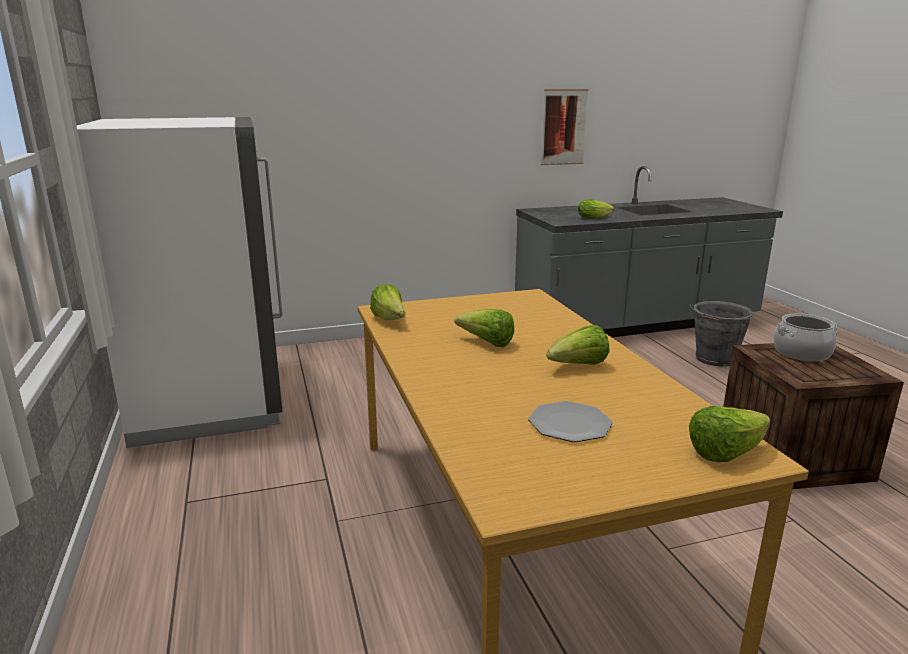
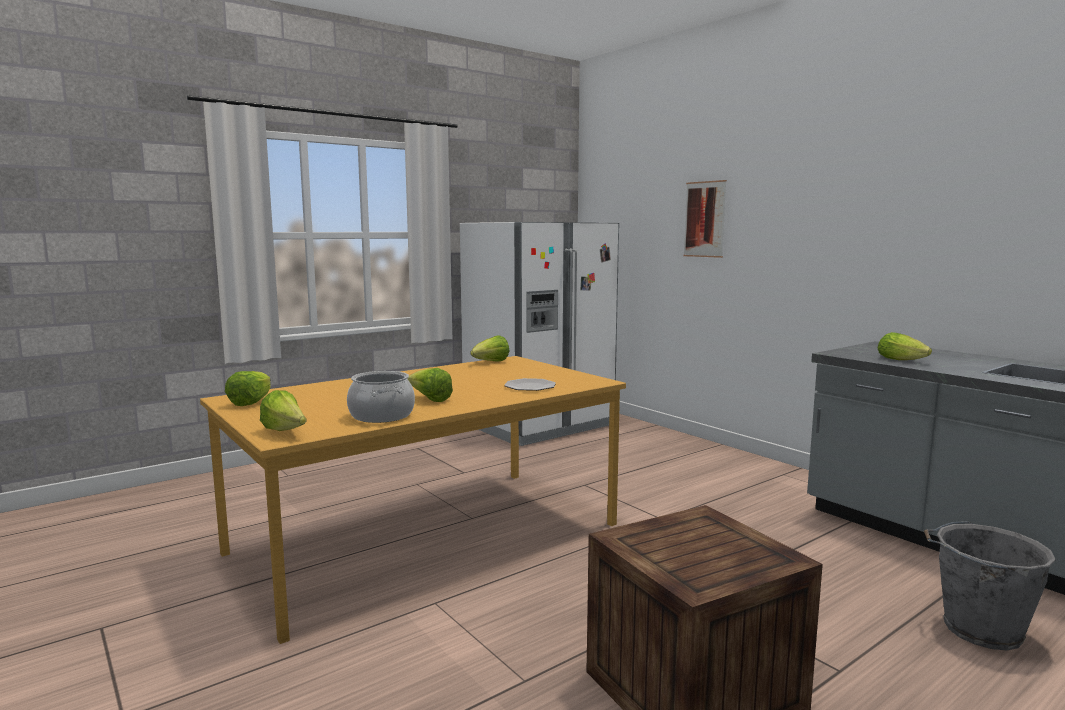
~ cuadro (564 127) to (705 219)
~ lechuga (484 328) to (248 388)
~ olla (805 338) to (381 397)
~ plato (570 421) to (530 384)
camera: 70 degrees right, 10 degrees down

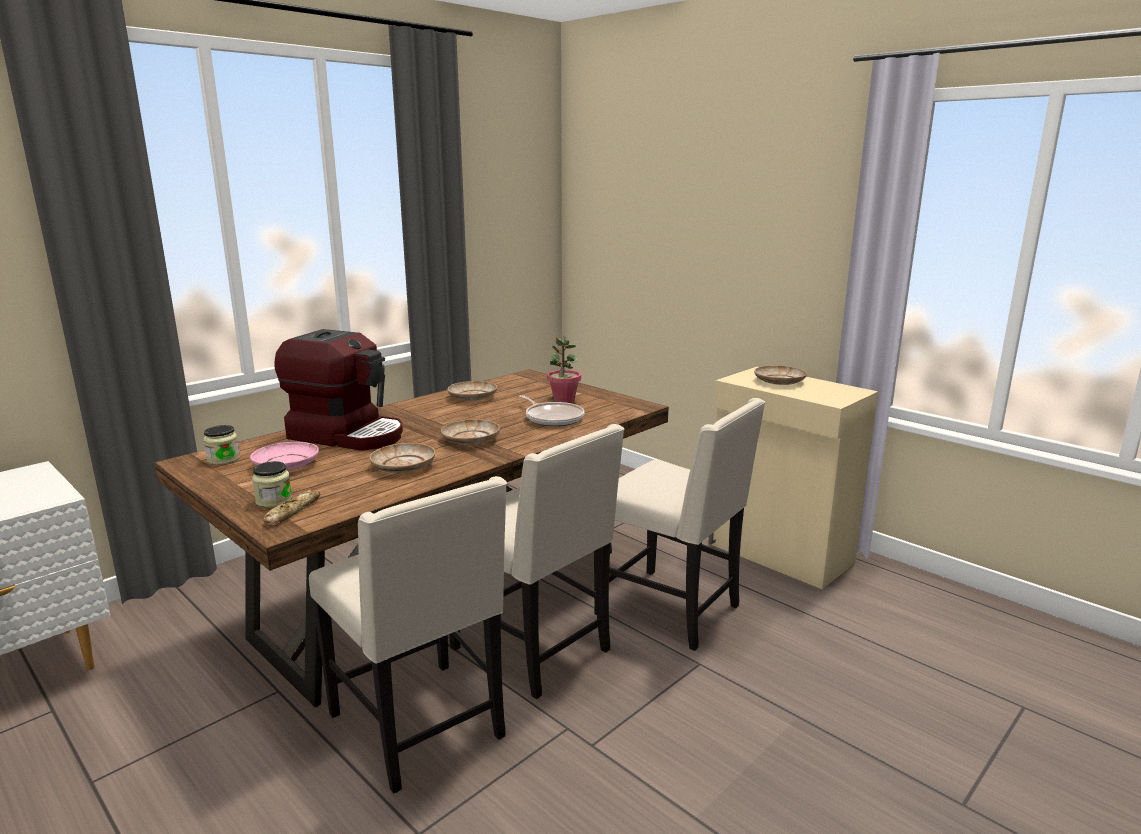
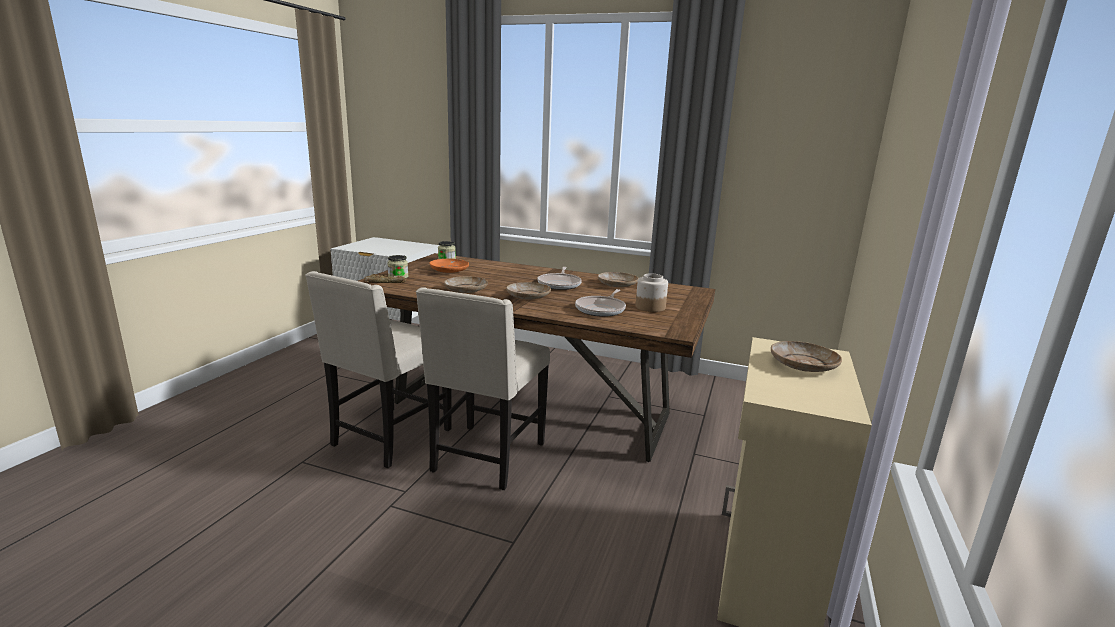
- cafetera (338 390)
~ planta en maceta (564 369) to tarro (652 292)
- silla/beis (680 524)
~ plato/rosa (284 456) to plato/naranja (449 266)
+ sartén (559 278)
camera: 65 degrees right, 0 degrees up

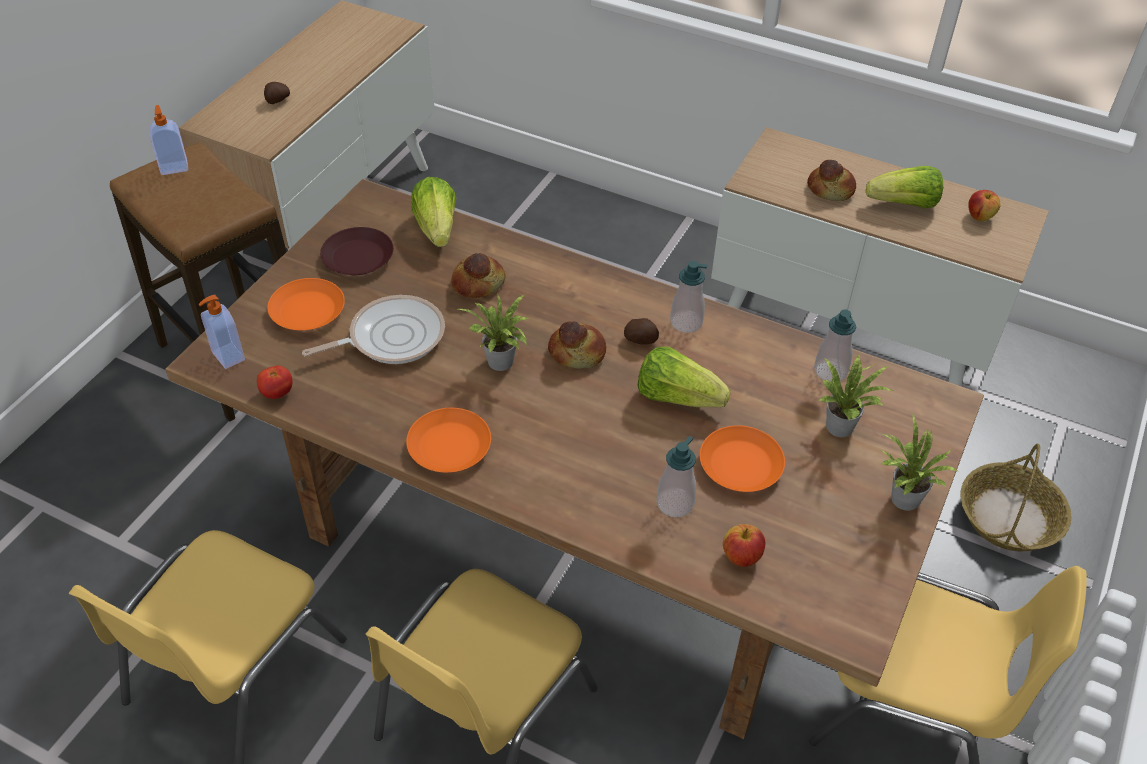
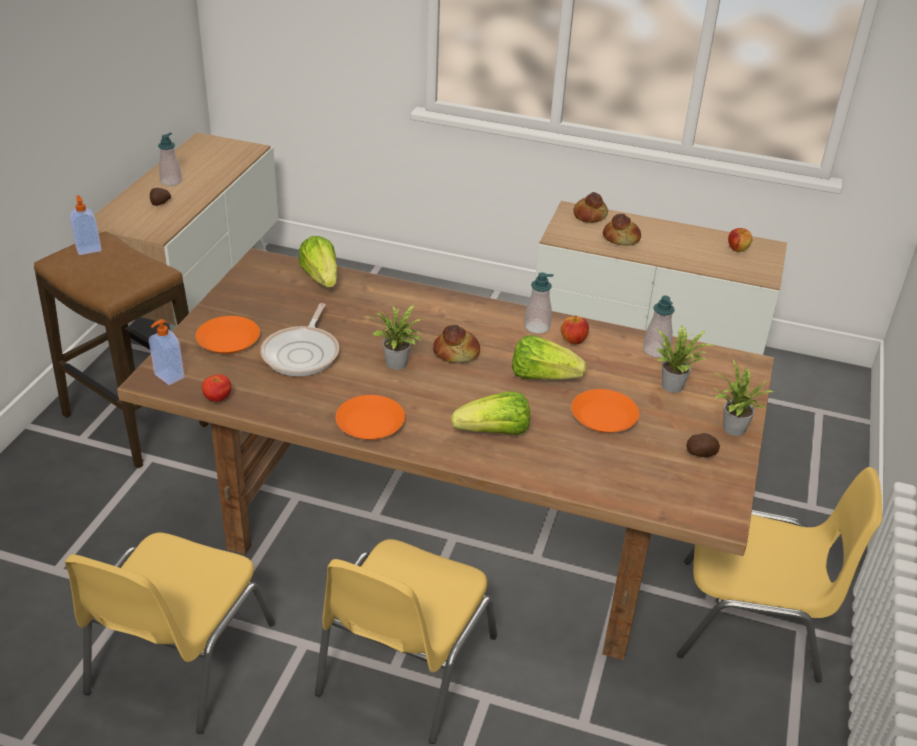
~ lechuga (904 187) to (490 413)
- plato/marrón (357 251)
~ pan (478 275) to (590 207)
~ sartén (373 329) = (299 339) 135 degrees clockwise
~ patata (641 331) to (703 445)
~ dispensador de jabón (676 476) to (170 159)
- cesta (1016 497)
~ manzana (744 545) to (574 330)
camera: 10 degrees left, 10 degrees down

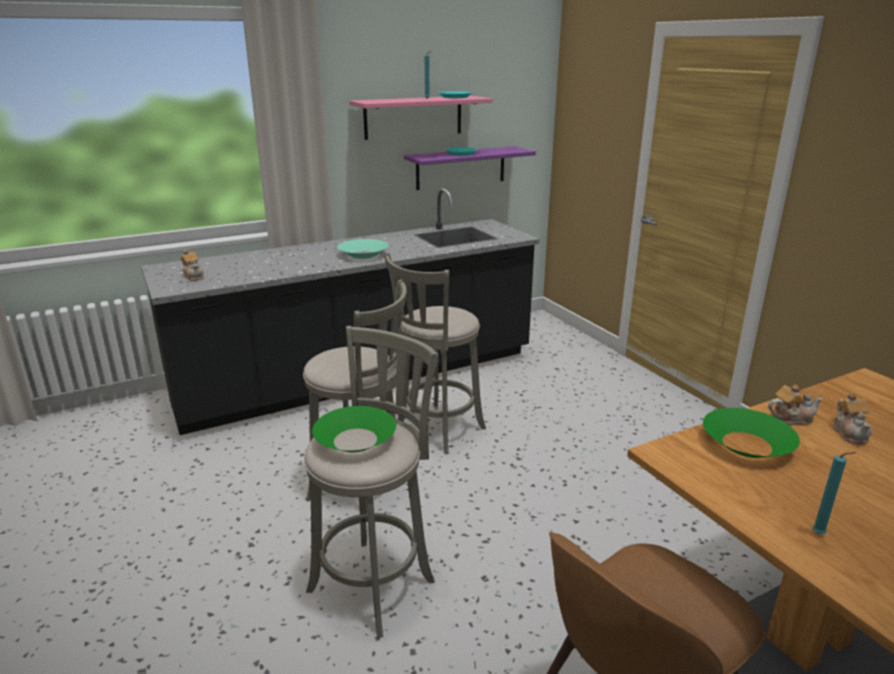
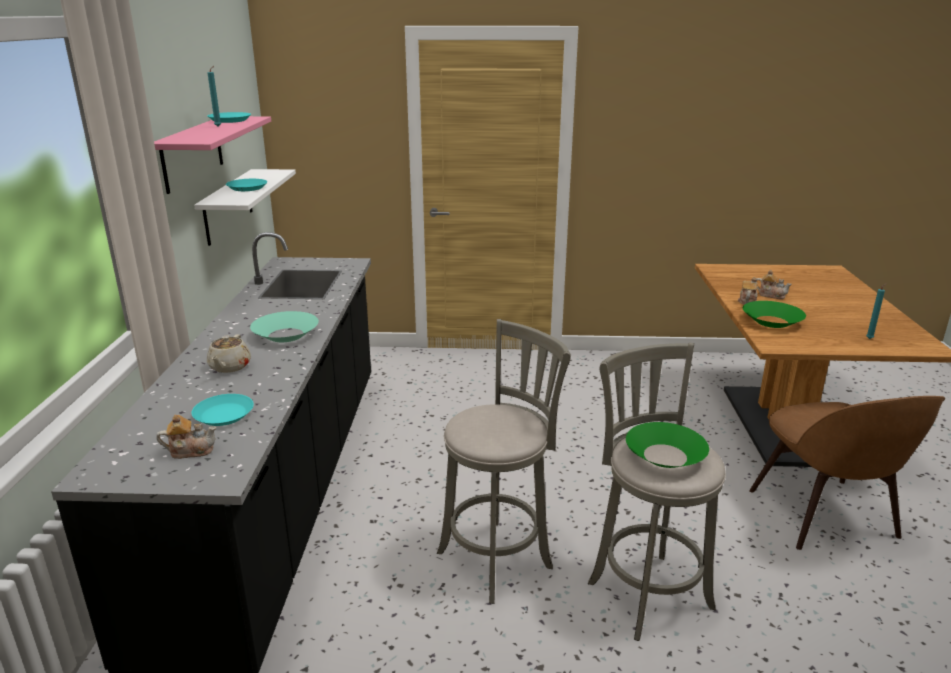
~ estante/morado (470 168) to estante/blanco (245 207)
- taburete/gris (435 353)
+ tetera/beis (229 353)
+ plato/turquesa (222 410)
camera: 60 degrees left, 0 degrees up

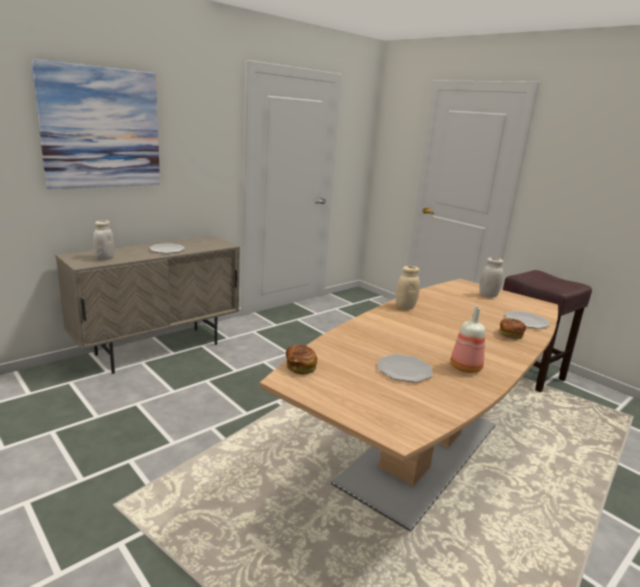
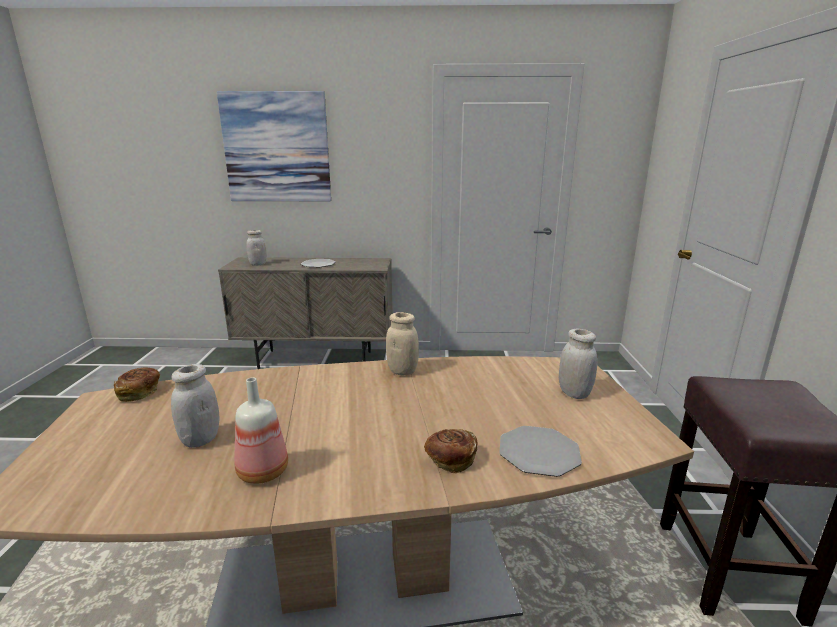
~ plato (405 368) to tarro/blanco (195 406)
camera: 45 degrees right, 0 degrees up

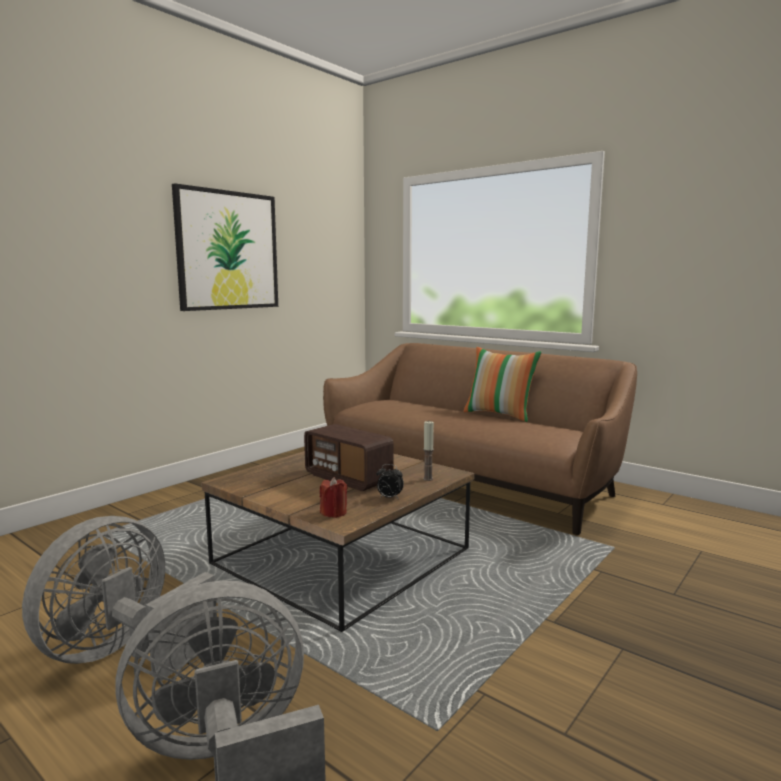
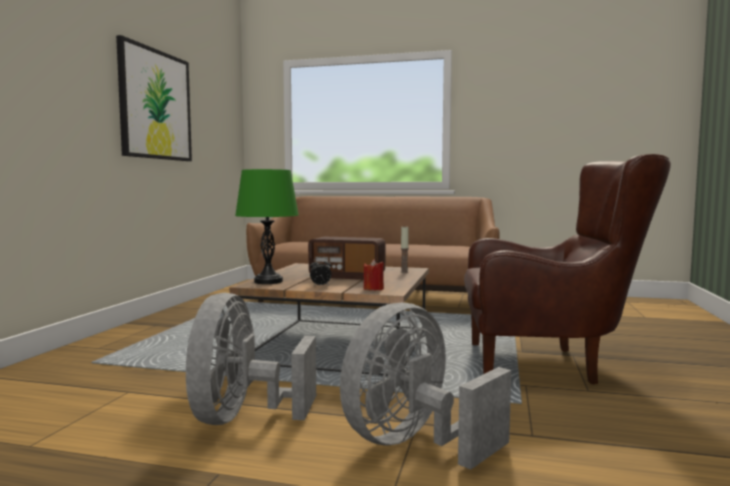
- cojín (502 384)
~ despertador (390 481) to (321 271)
+ sillón/marrón (567 269)
+ lámpara de mesa/verde (266 226)
camera: 25 degrees left, 5 degrees down

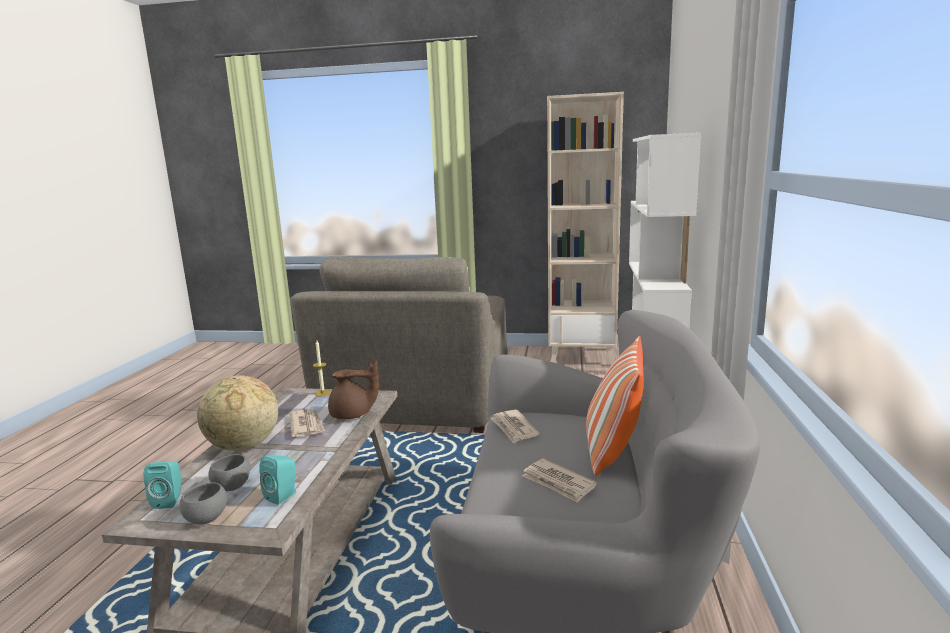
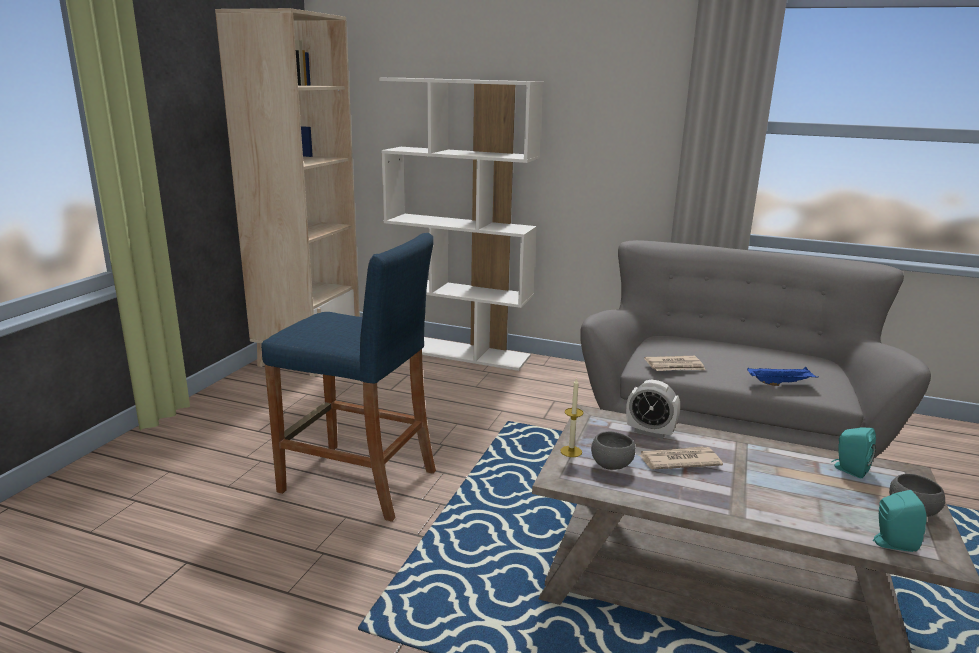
~ sillón/gris (398 344) to taburete/azul (348 377)
- cojín (615 406)
~ tetera/marrón (353 389) to despertador (653 409)
- globo terráqueo (237 413)
~ cuenco/gris (229 472) to (613 450)
- periódico (559 480)
+ bandeja/azul (783 376)
camera: 80 degrees left, 5 degrees up

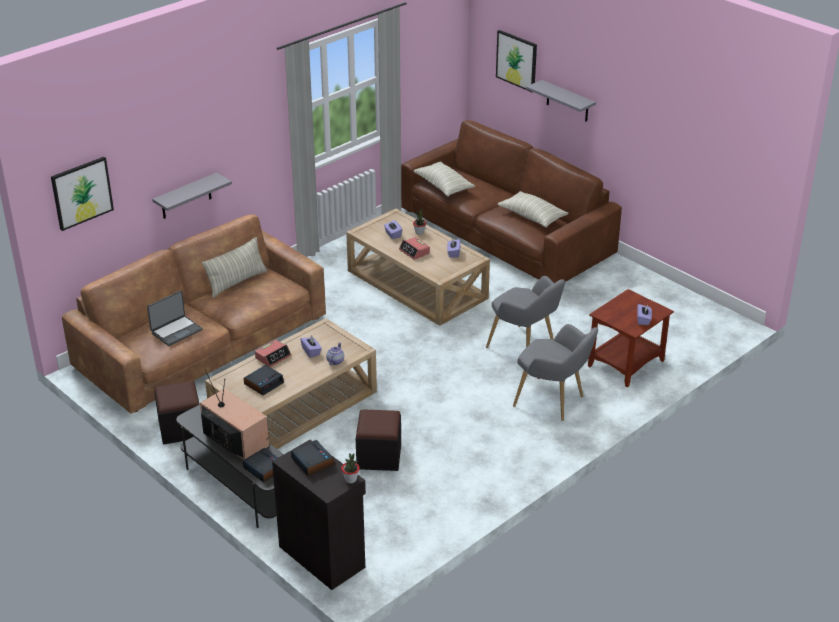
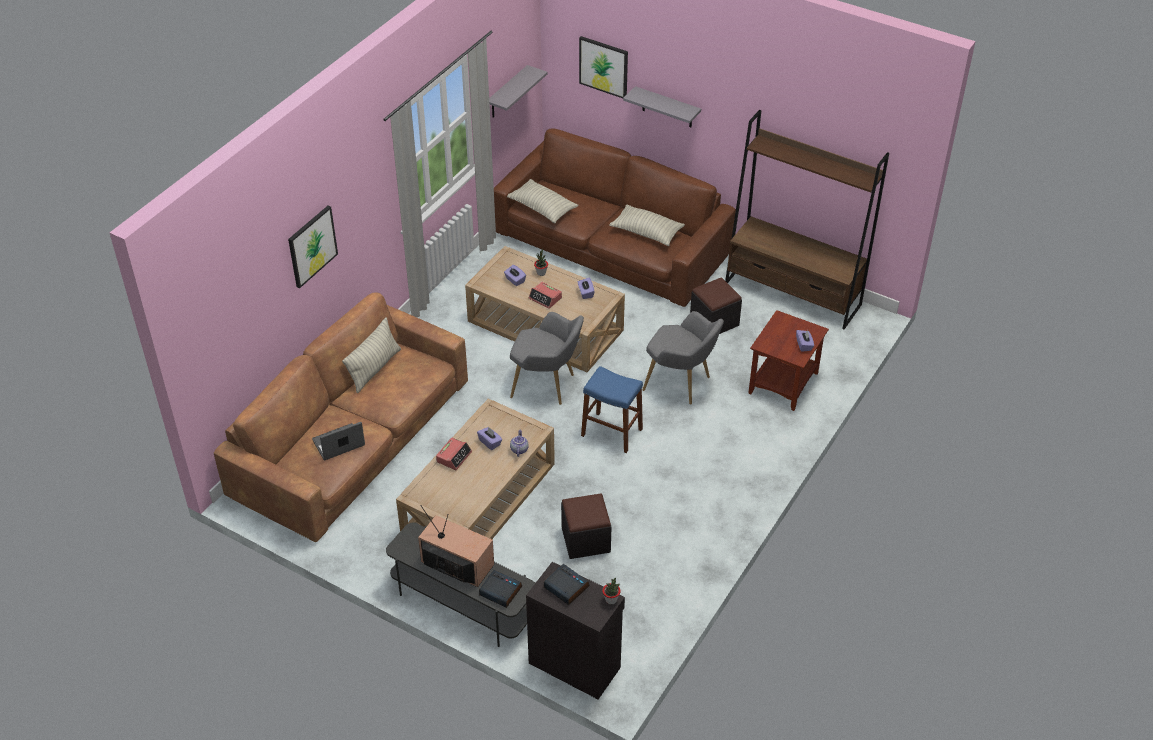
~ cuadro (82 194) to (313 247)
~ estante/gris (192 196) to (518 91)
~ portátil (175 318) = (338 441) 150 degrees counterclockwise
~ sillón/gris (555 372) to (547 358)
- despertador (264 380)
~ puf/negro (177 412) to (716 306)
+ estantería/marrón (807 219)
+ taburete/azul (612 409)
camera: 15 degrees left, 10 degrees up

